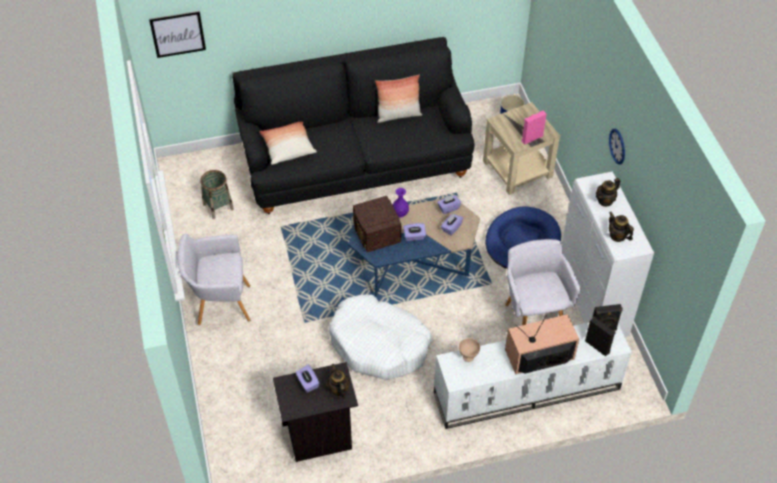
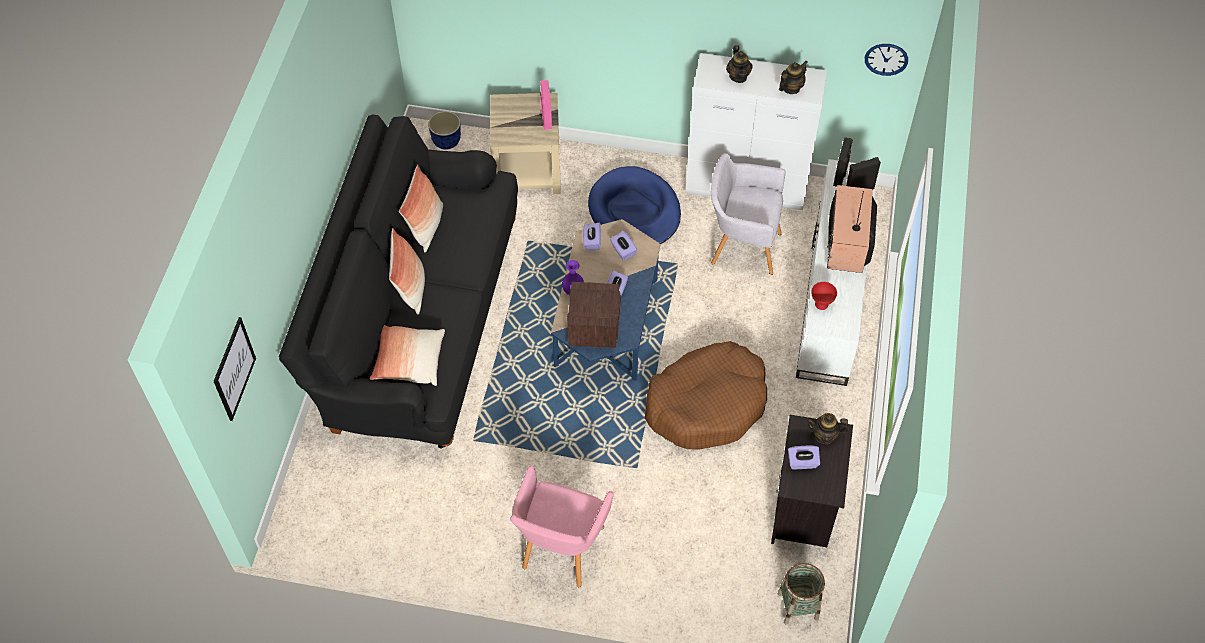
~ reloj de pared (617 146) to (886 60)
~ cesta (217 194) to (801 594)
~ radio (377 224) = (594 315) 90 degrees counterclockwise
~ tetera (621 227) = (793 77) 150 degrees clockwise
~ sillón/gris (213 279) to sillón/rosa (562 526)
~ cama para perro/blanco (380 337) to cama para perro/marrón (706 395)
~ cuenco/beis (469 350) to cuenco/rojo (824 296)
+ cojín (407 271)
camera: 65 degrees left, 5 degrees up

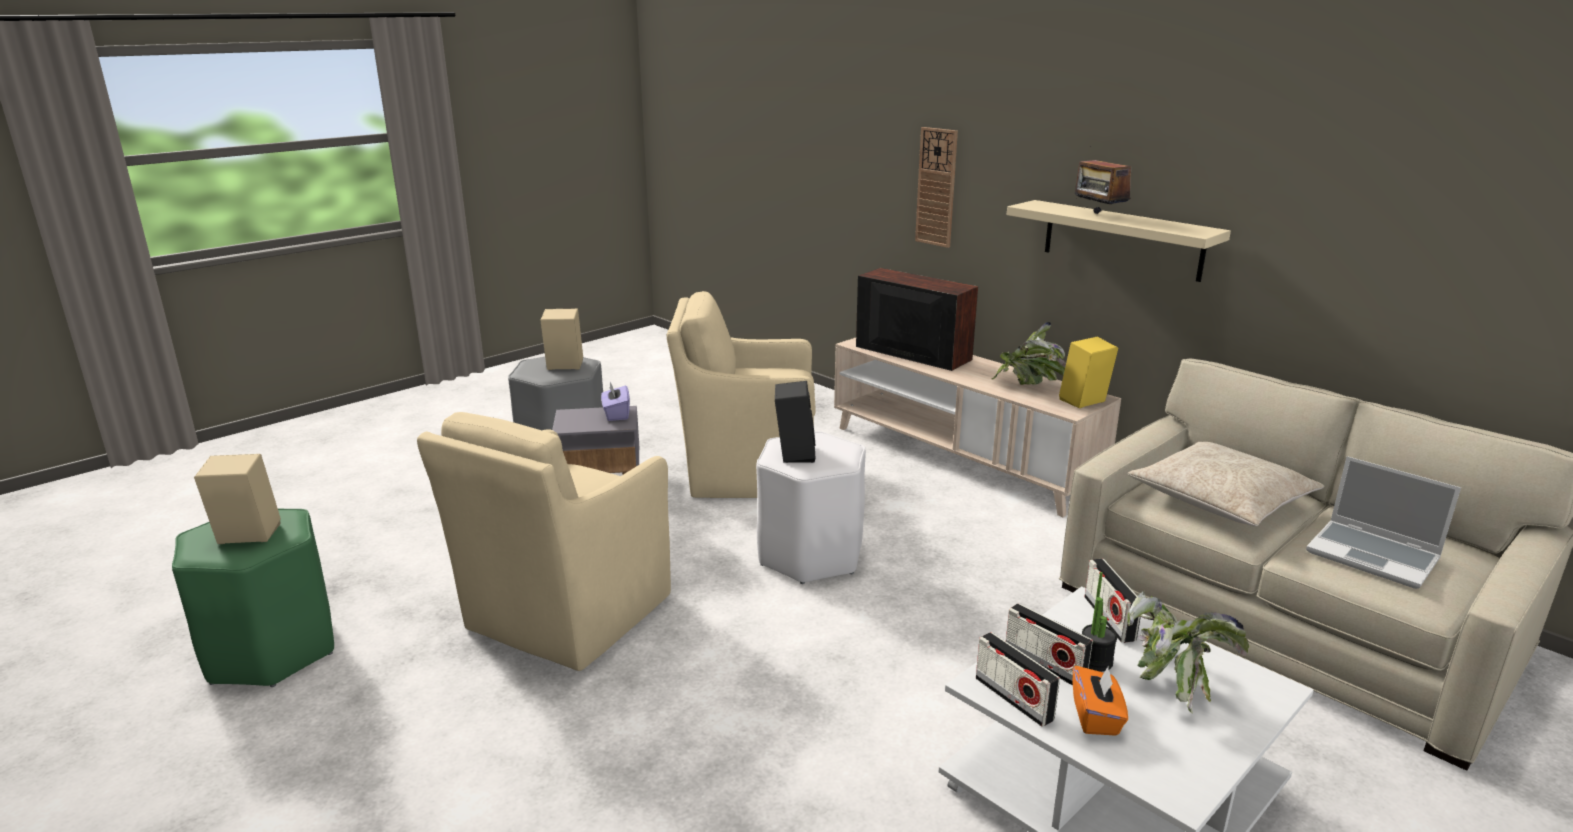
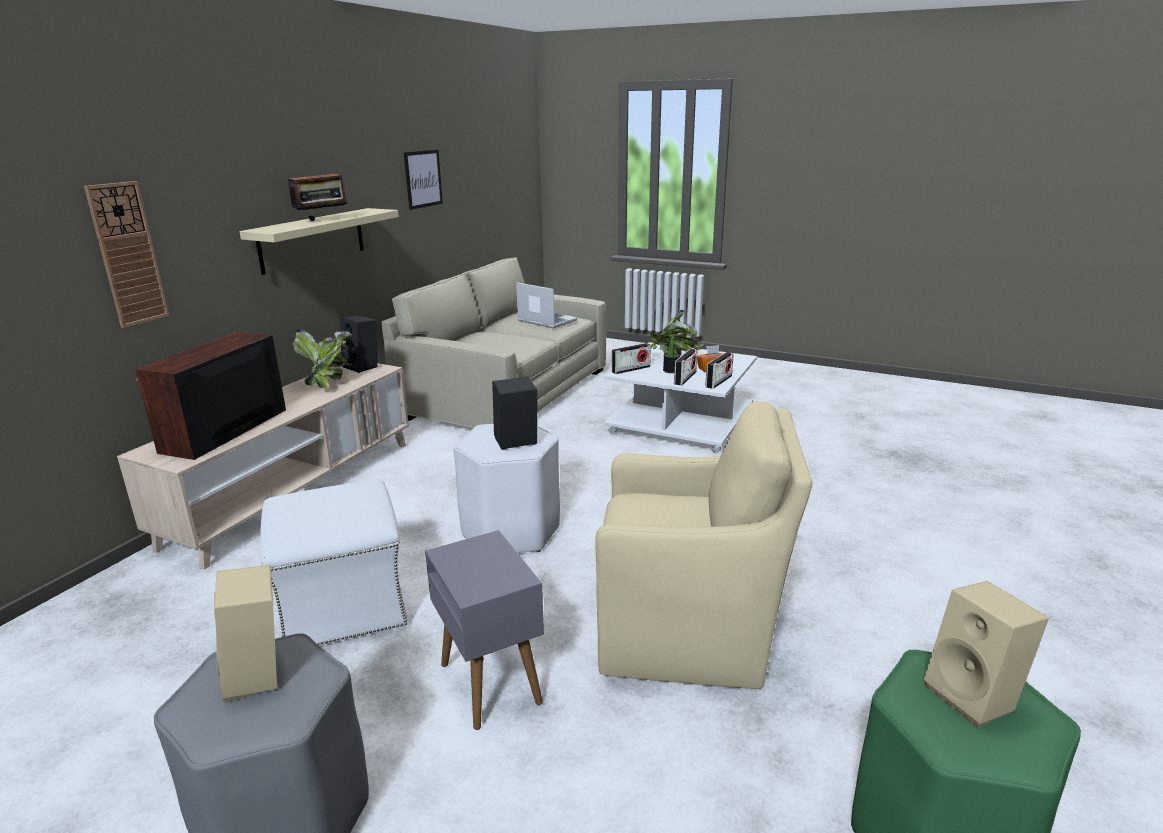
~ sillón/beis (741 394) to puf/blanco (334 562)
~ altavoz/amarillo (1088 372) to altavoz/negro (359 344)
- caja de pañuelos/morado (615 401)
- cojín/beis (1226 484)
~ portátil (1383 522) = (546 305) 75 degrees counterclockwise
+ cuadro (423 180)
camera: 110 degrees left, 0 degrees up

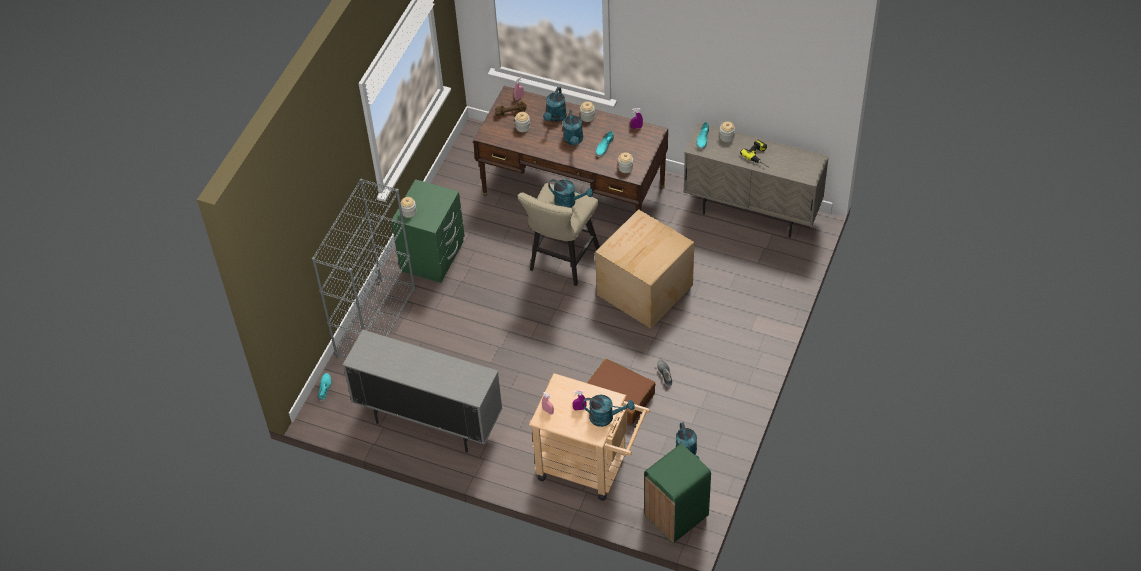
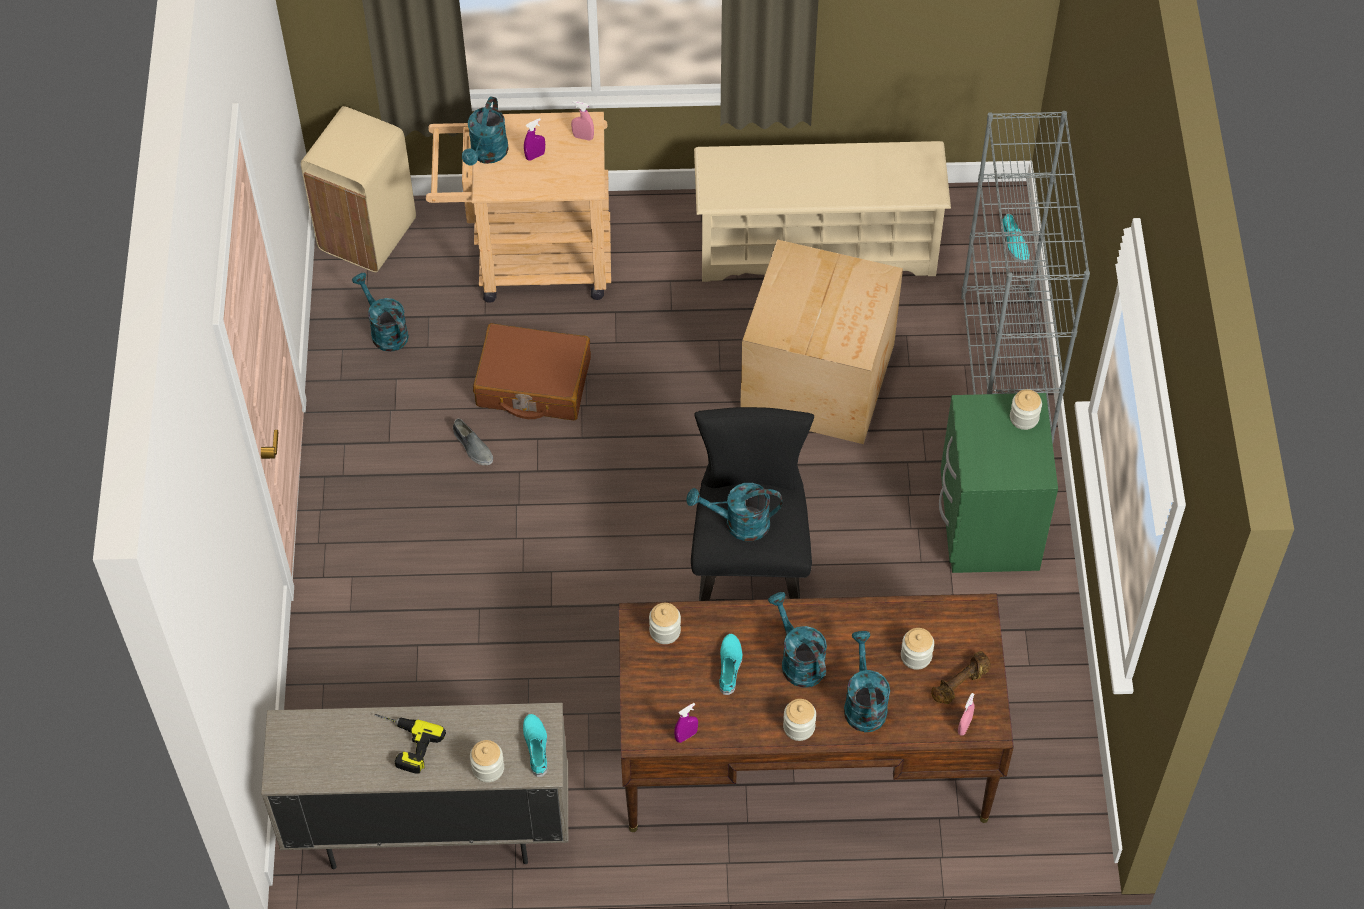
~ taburete/beis (558 234) to taburete/negro (752 504)
~ caja de cartón (644 268) to (821 341)
~ armario/gris (423 391) to zapatero/beis (822 211)
~ regadera/turquesa (608 411) = (485 130) 60 degrees counterclockwise
~ papelera/verde (677 493) to papelera/beis (358 189)
camera: 155 degrees right, 5 degrees up

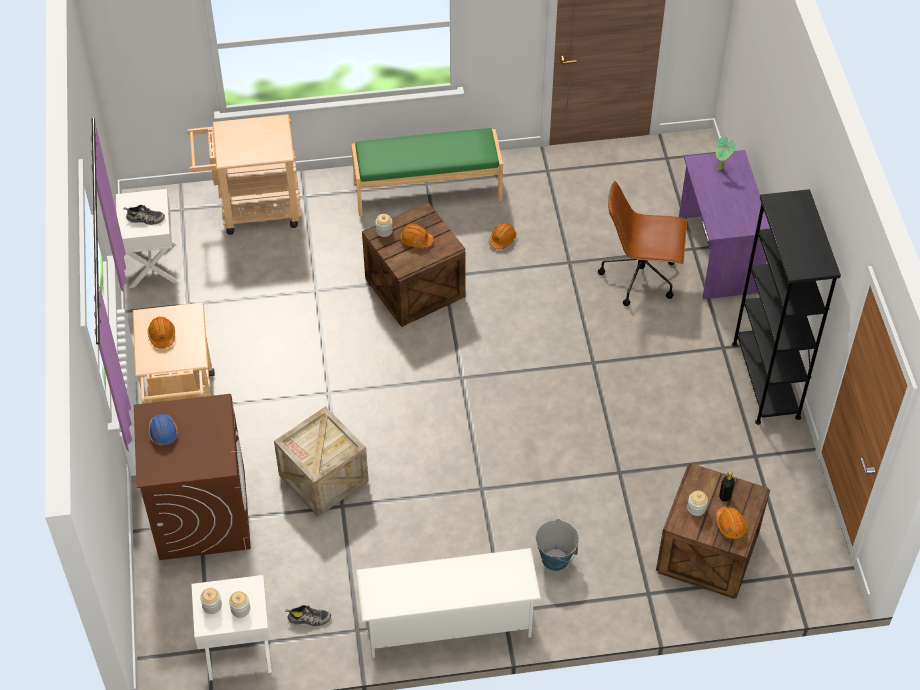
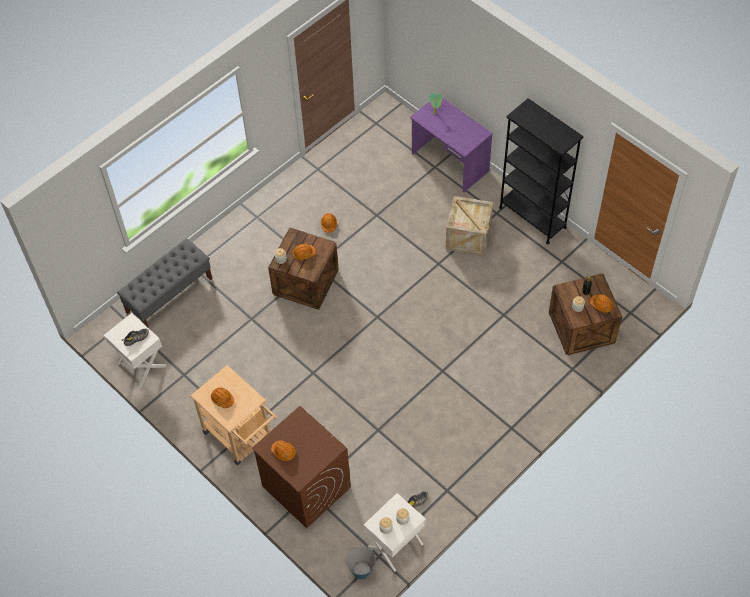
~ carrito/beis (244 174) to banco/gris (164 283)
- banco/verde (427 172)
- silla de oficina/marrón (642 243)
~ caja de embalaje (321 461) to (469 226)
~ casco/azul (163 430) to casco/naranja (283 450)
~ cubo (557 545) to (361 563)
- zapatero/blanco (448 603)
camera: 35 degrees left, 5 degrees up

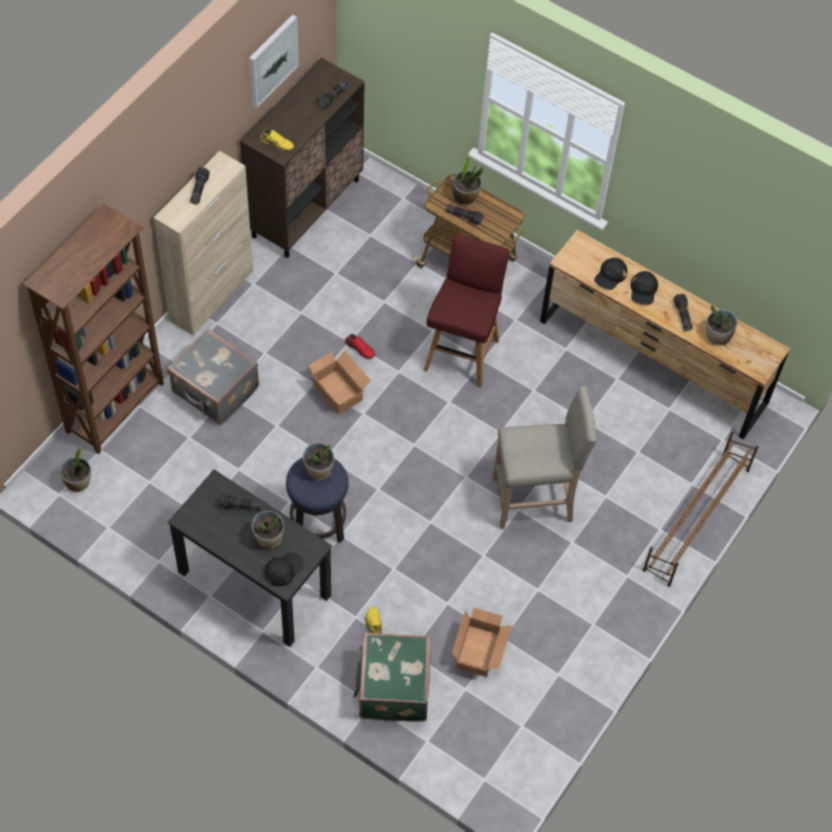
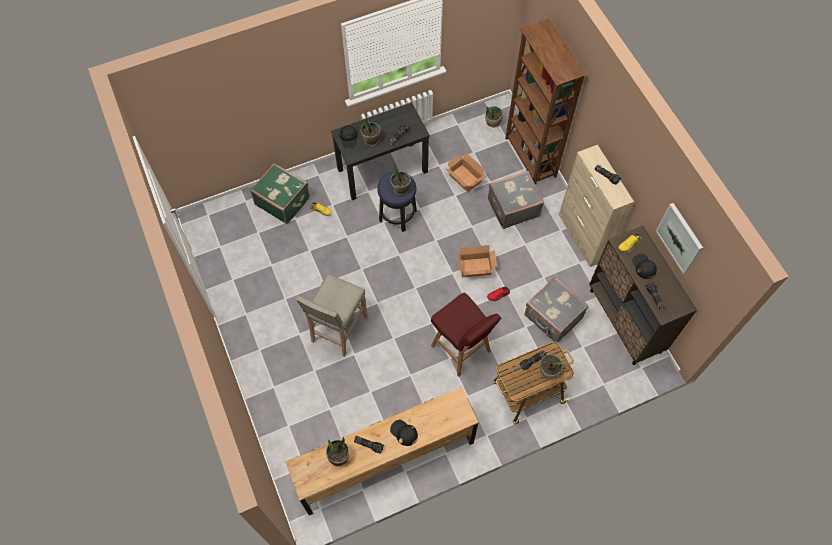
~ gorra/negro (610 274) to (644 266)
- zapatero/marrón (700 509)
~ caja de cartón (482 642) to (465 172)
+ maleta/gris (556 310)
camera: 125 degrees right, 5 degrees up

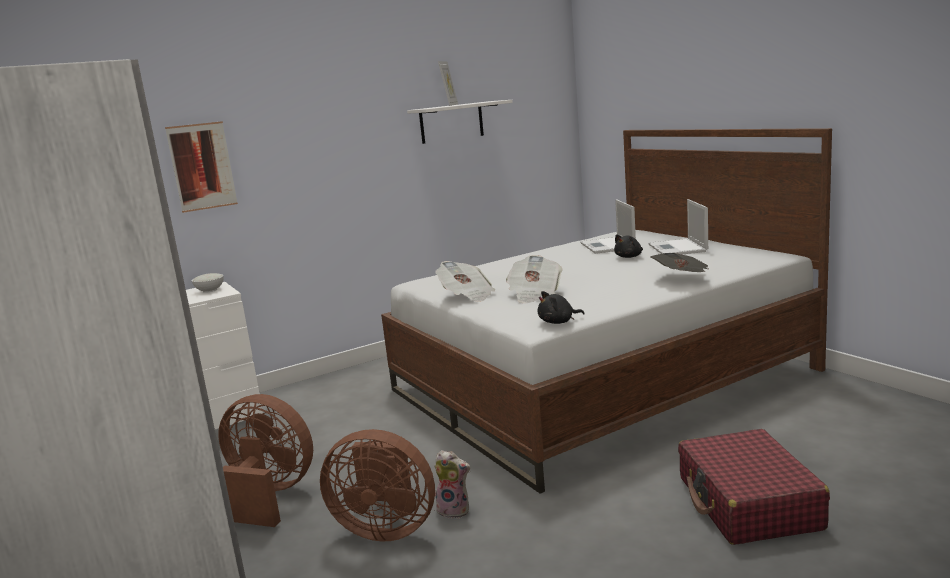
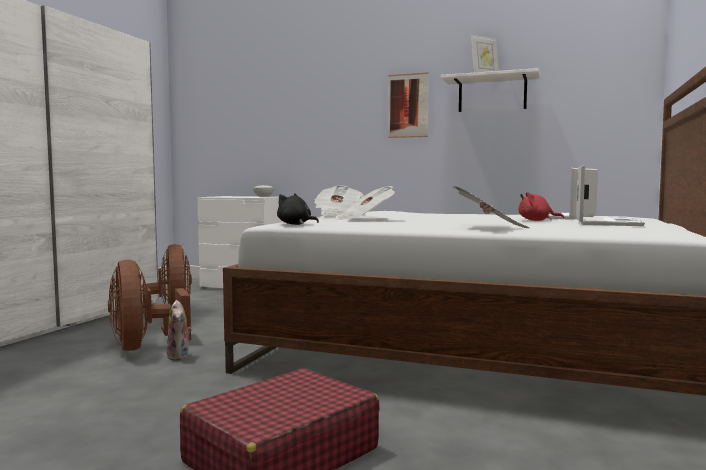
~ cuadro (201 167) to (408 105)
~ portátil (678 227) = (610 195) 150 degrees clockwise
~ peluche/negro (628 246) to peluche/rojo (541 206)
camera: 50 degrees right, 10 degrees down

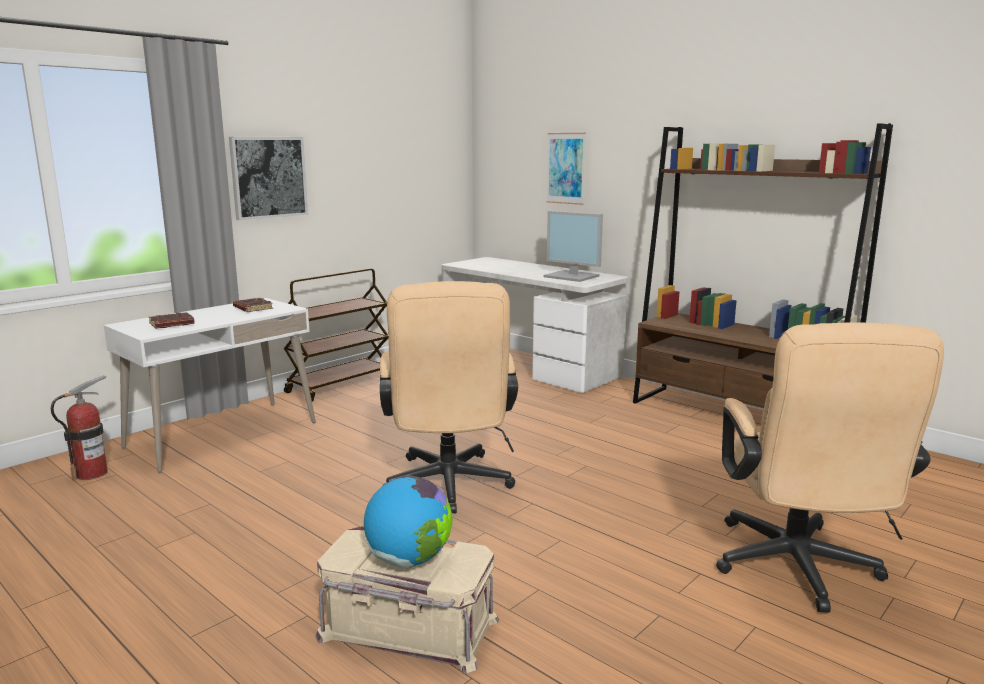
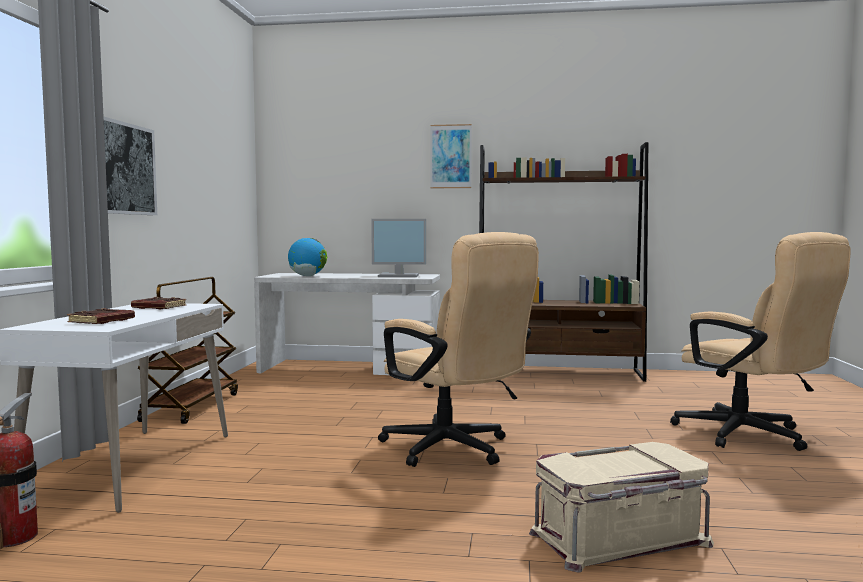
~ cuadro (566 169) to (451 156)
~ globo terráqueo (408 522) to (307 257)
camera: 35 degrees left, 10 degrees down

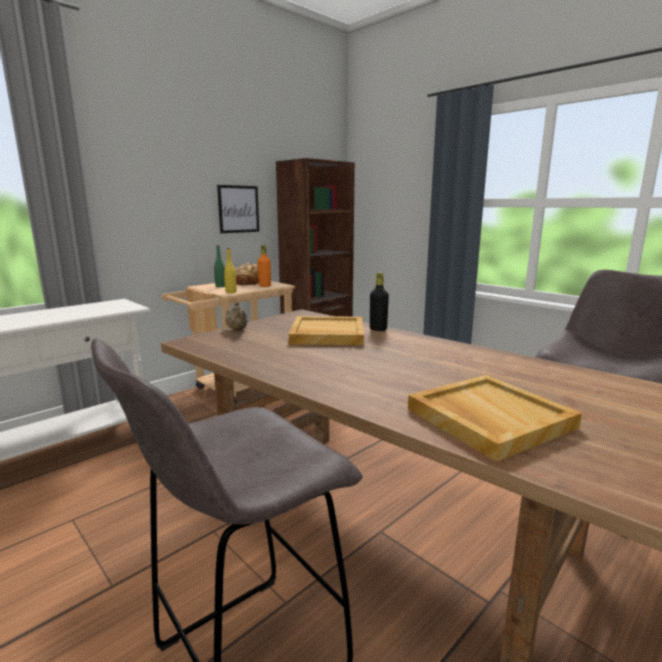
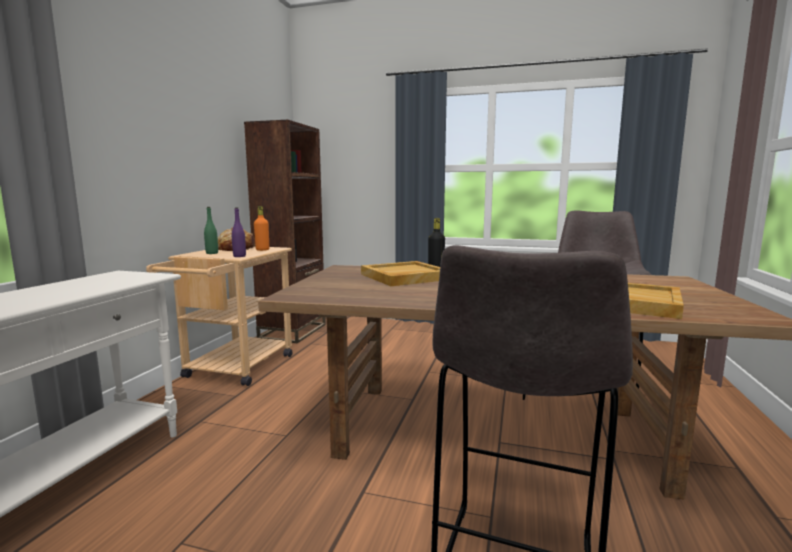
- cuadro (238 209)
~ botella/amarillo (230 270) to botella/morado (239 232)
- tetera/beis (236 316)
camera: 30 degrees left, 5 degrees down

